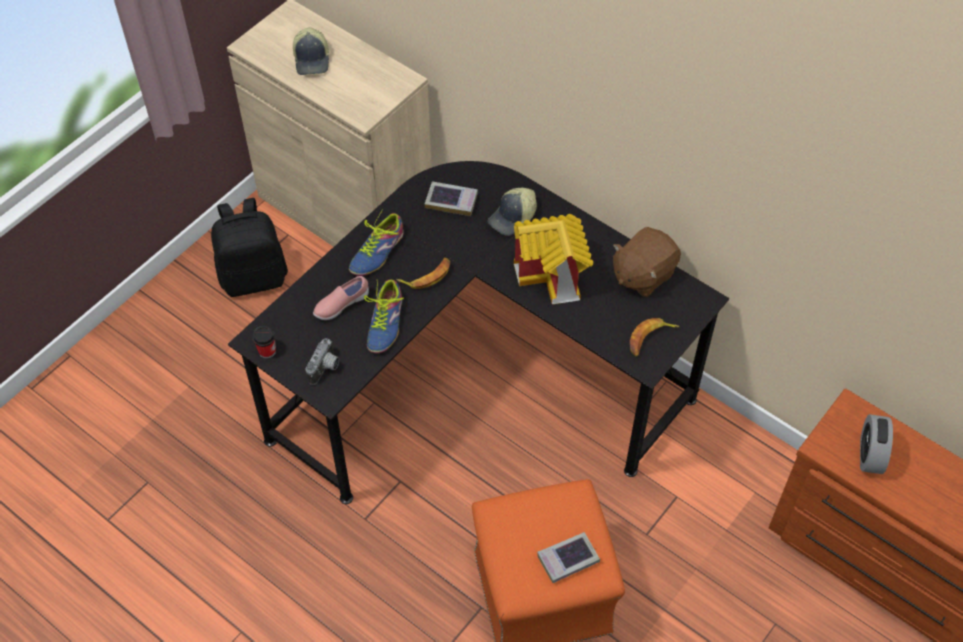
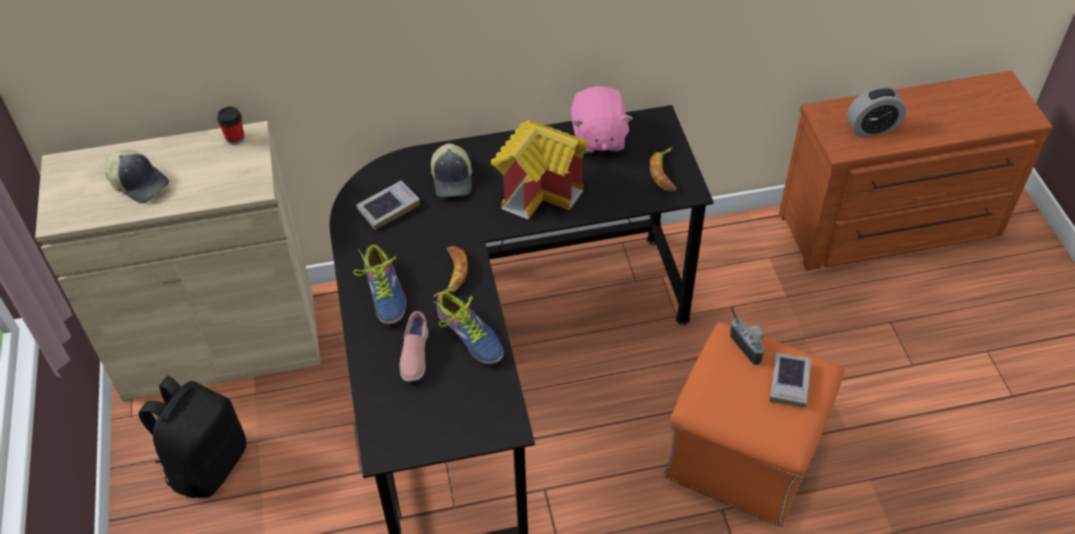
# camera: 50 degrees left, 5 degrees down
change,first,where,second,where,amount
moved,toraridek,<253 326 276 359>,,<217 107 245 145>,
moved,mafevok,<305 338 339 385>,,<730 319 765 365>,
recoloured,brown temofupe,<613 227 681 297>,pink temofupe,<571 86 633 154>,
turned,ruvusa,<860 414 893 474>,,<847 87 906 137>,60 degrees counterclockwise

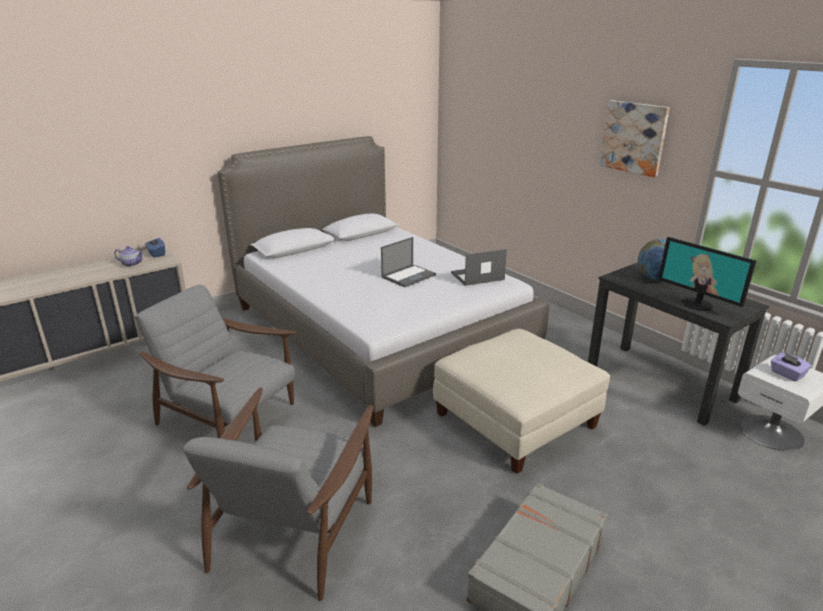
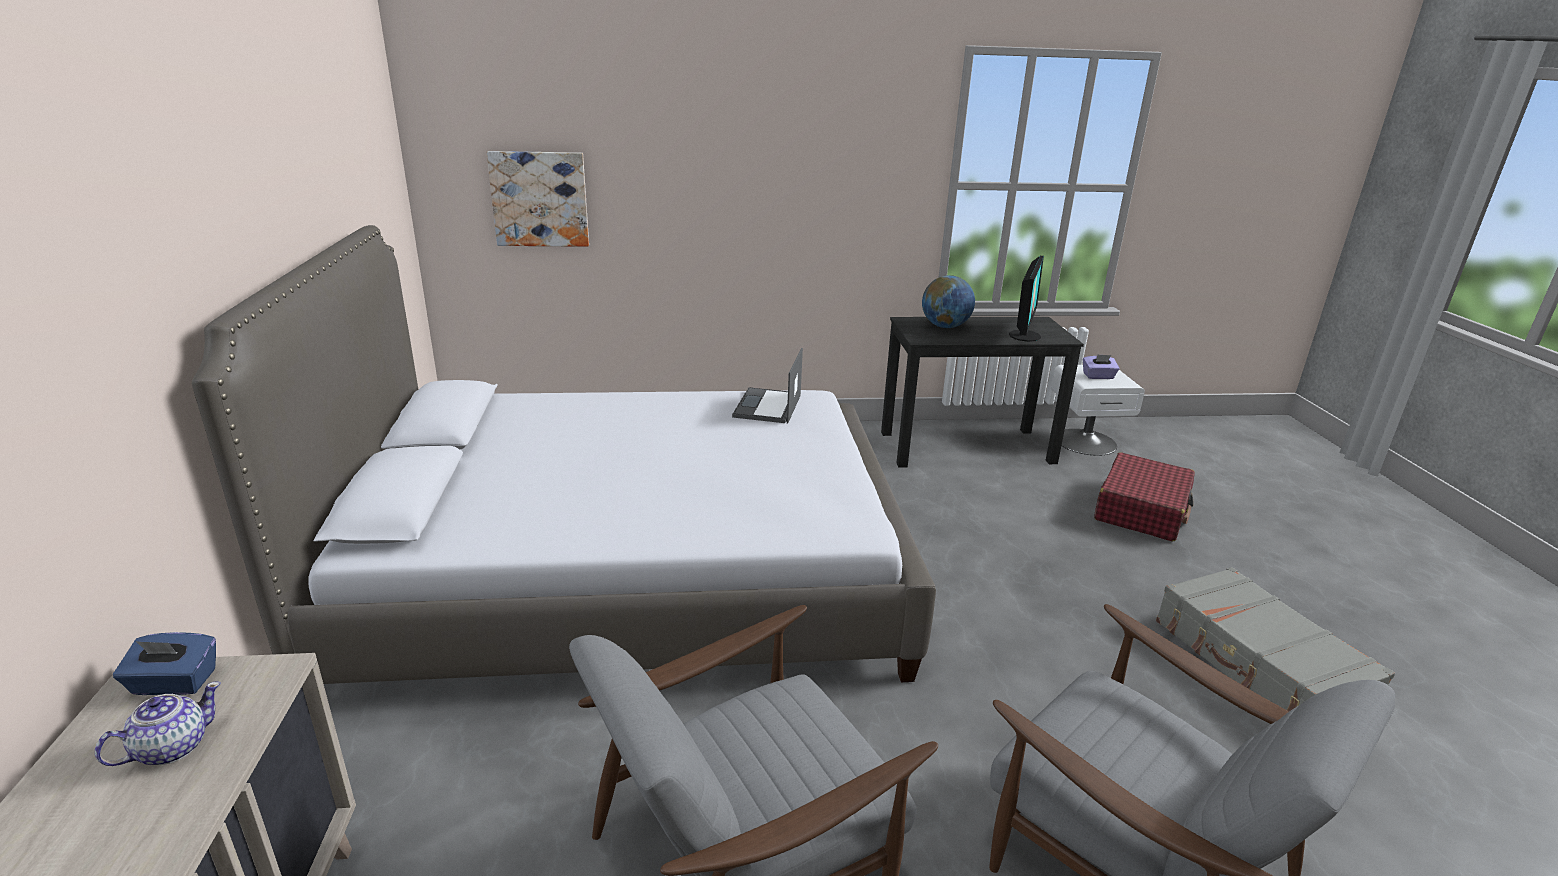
# camera: 60 degrees left, 0 degrees up
change,first,where,second,where,amount
removed,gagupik,<381 237 436 287>,,,
removed,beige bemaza,<433 329 610 474>,,,
added,,,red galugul,<1094 452 1195 541>,
moved,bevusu,<600 100 670 177>,,<487 151 589 247>,
turned,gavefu,<658 237 757 311>,,<1009 256 1044 342>,60 degrees counterclockwise

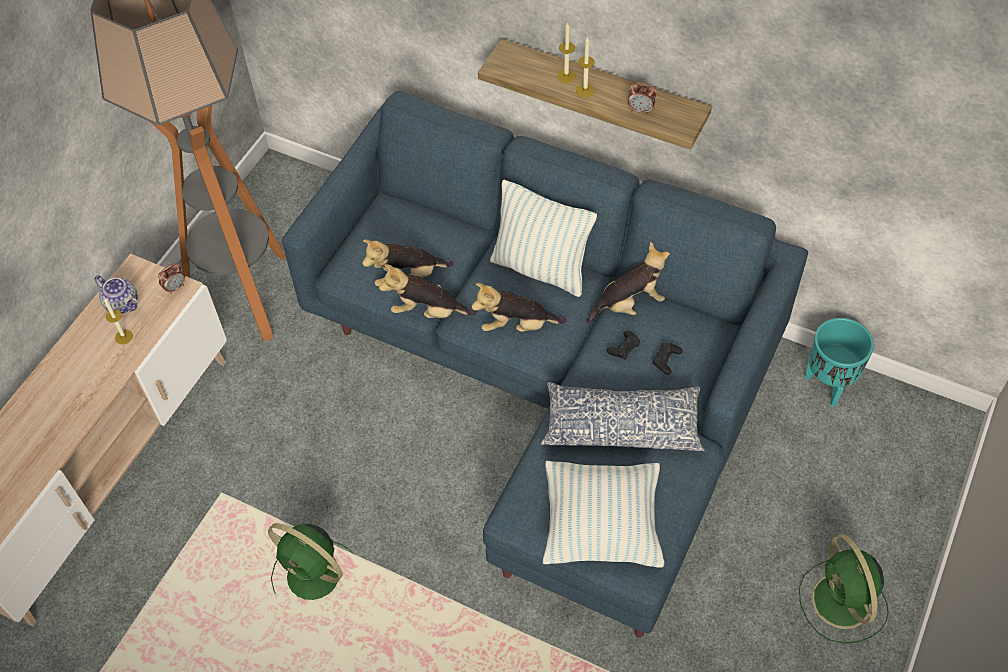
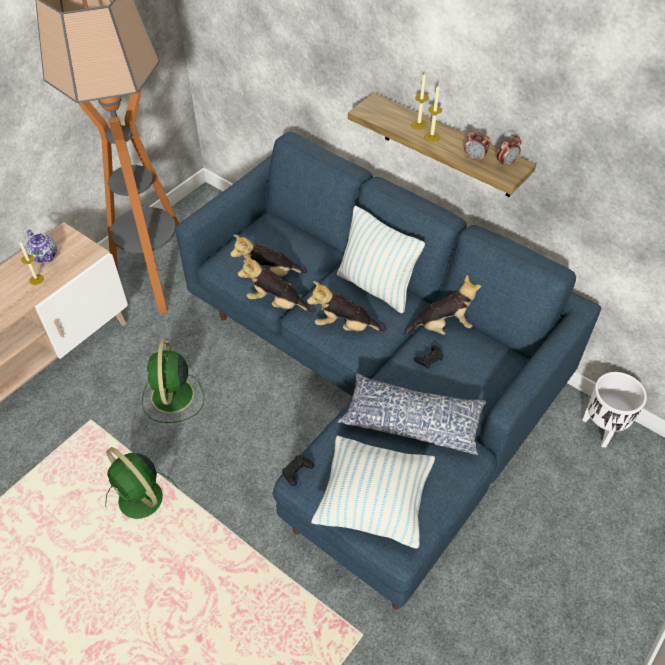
# camera: 10 degrees right, 5 degrees down
change,first,where,second,where,amount
moved,ruvusa,<158 263 185 294>,,<497 136 521 168>,
moved,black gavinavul,<652 342 683 375>,,<282 455 314 486>,
moved,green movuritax,<799 534 889 644>,,<142 339 204 423>,
recoloured,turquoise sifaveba,<805 318 874 406>,white sifaveba,<582 372 647 448>,

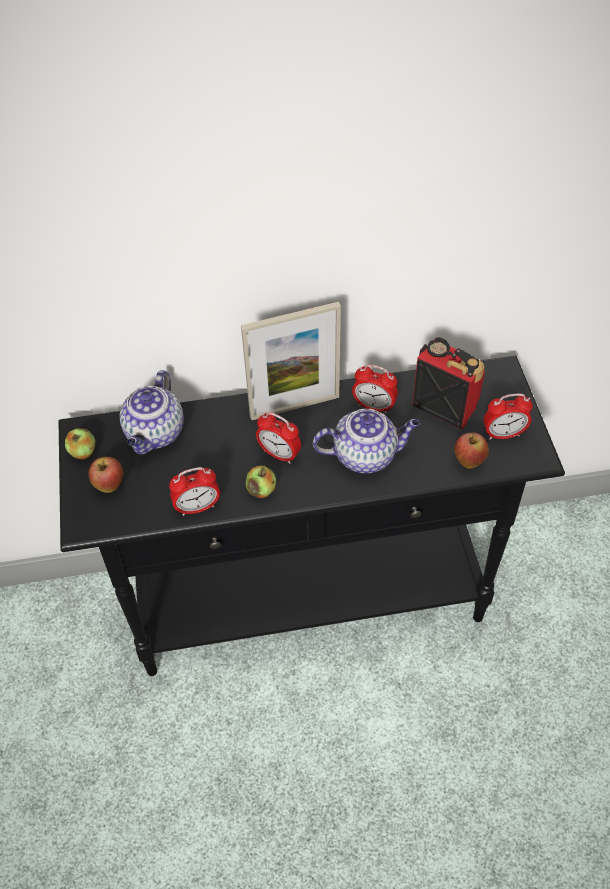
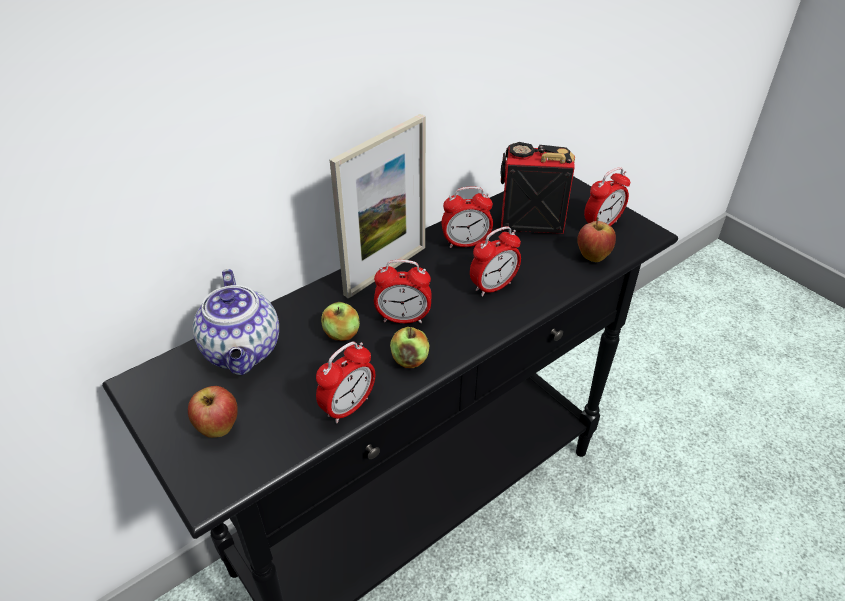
# camera: 30 degrees left, 10 degrees down
change,first,where,second,where,amount
moved,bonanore,<65 428 96 460>,,<321 302 360 341>,
replaced,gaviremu,<313 409 420 474>,ruvusa,<470 226 521 297>,

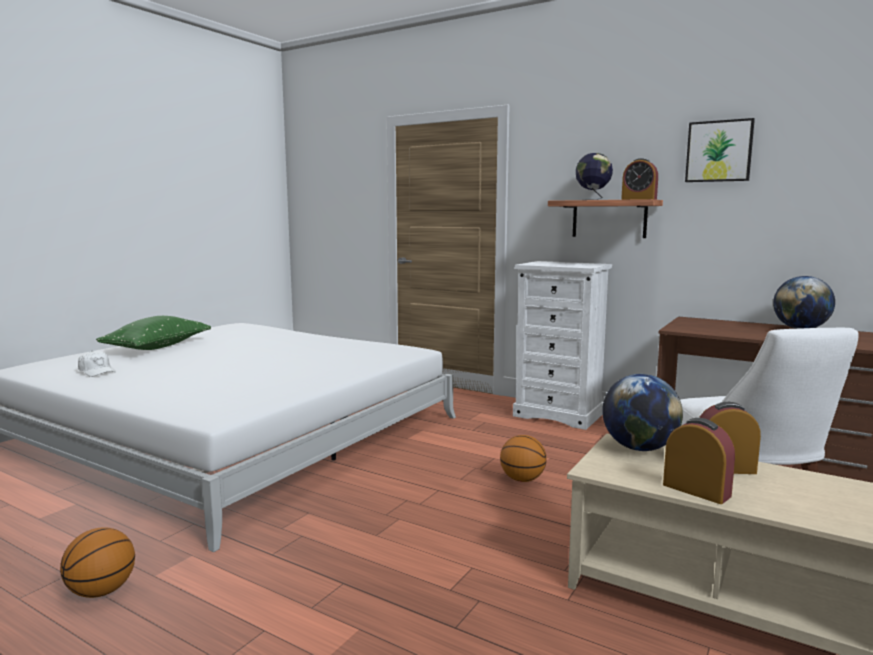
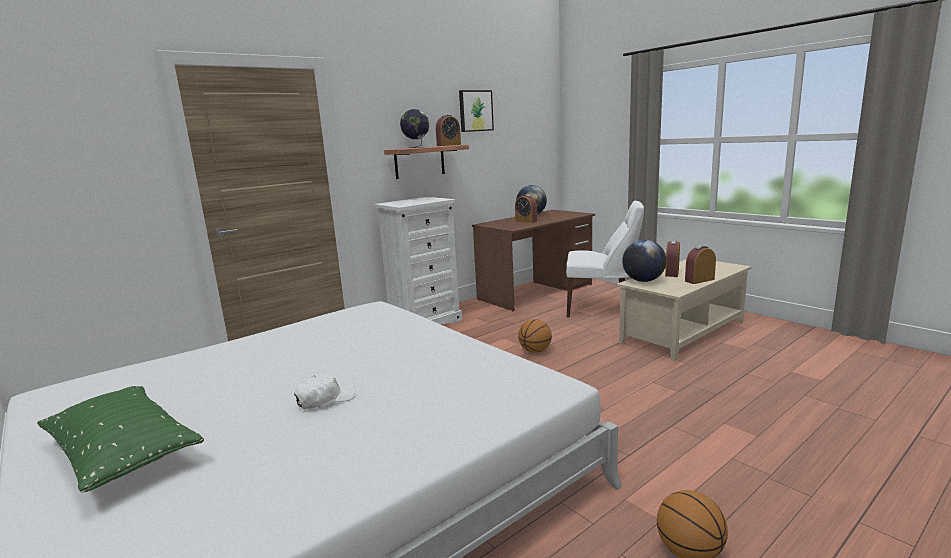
# camera: 70 degrees left, 5 degrees up
change,first,where,second,where,amount
added,,,ruvusa,<515 194 537 223>,
moved,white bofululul,<78 350 116 377>,,<294 373 355 409>,

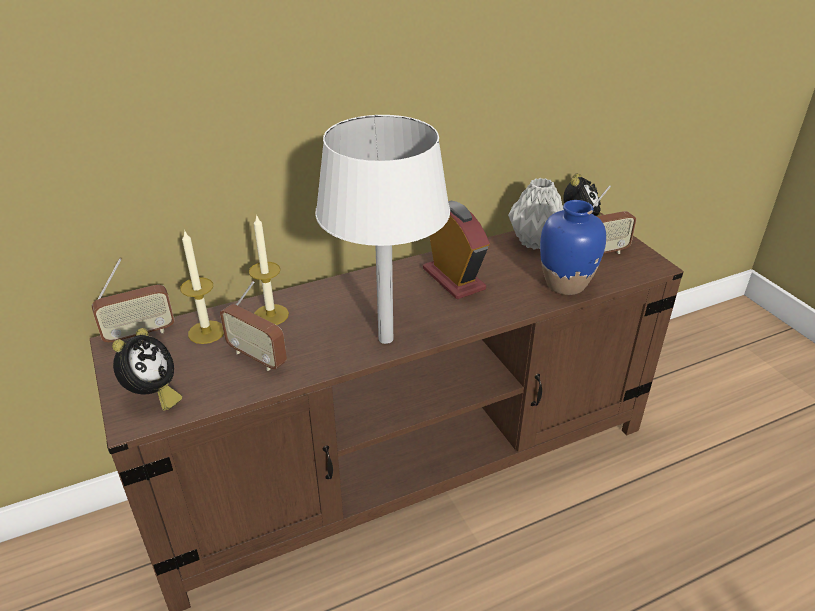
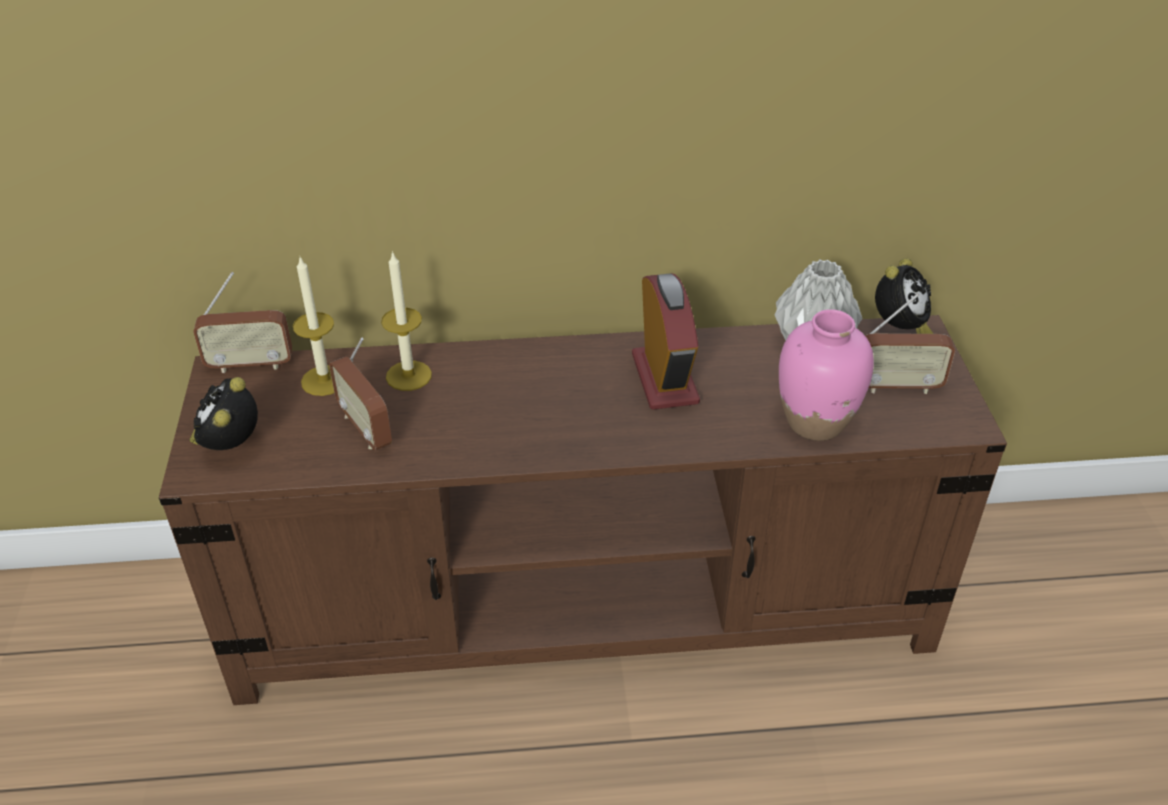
# camera: 20 degrees right, 5 degrees up
change,first,where,second,where,amount
removed,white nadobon,<315 115 450 344>,,,
recoloured,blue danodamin,<540 200 606 295>,pink danodamin,<779 309 874 441>,
turned,ruvusa,<112 328 183 411>,,<189 377 258 450>,150 degrees clockwise

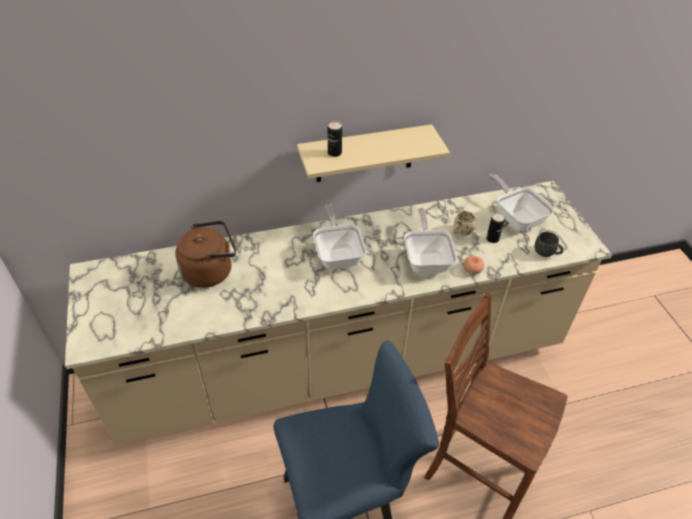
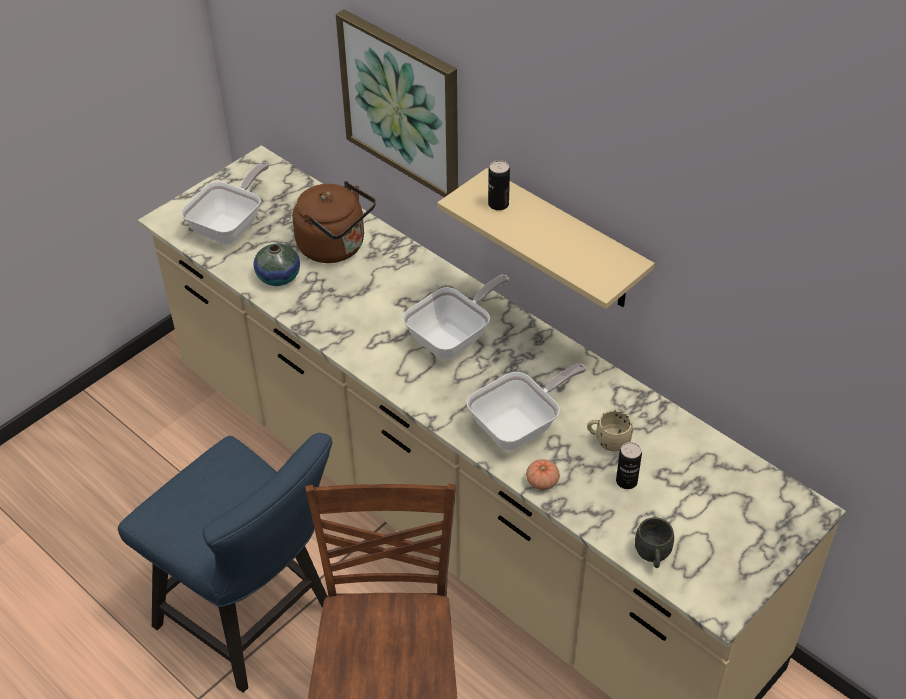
# camera: 60 degrees right, 0 degrees up
change,first,where,second,where,amount
added,,,danodamin,<254 243 300 286>,
added,,,bevusu,<336 9 458 197>,
moved,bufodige,<489 174 554 231>,,<181 162 269 245>,

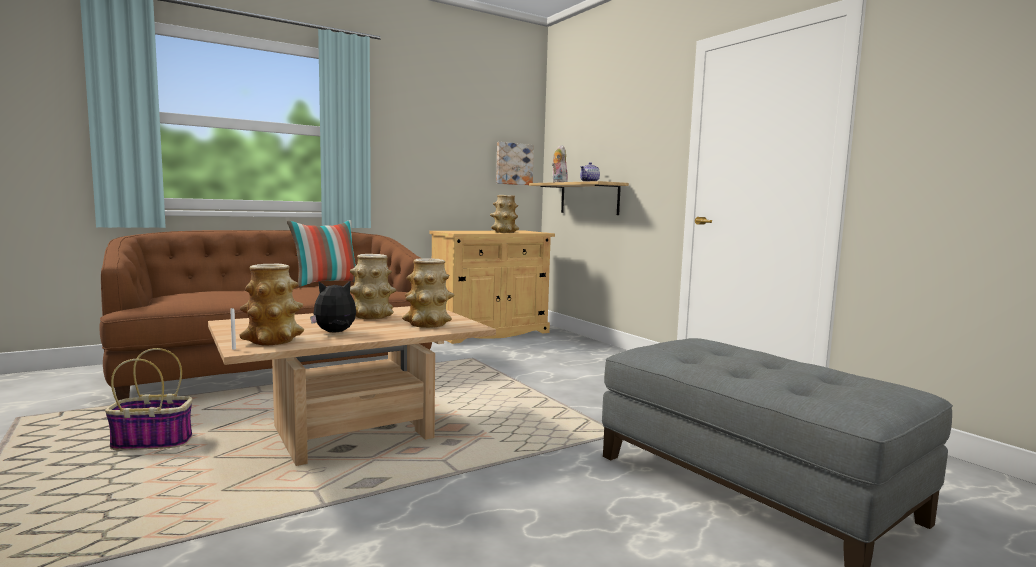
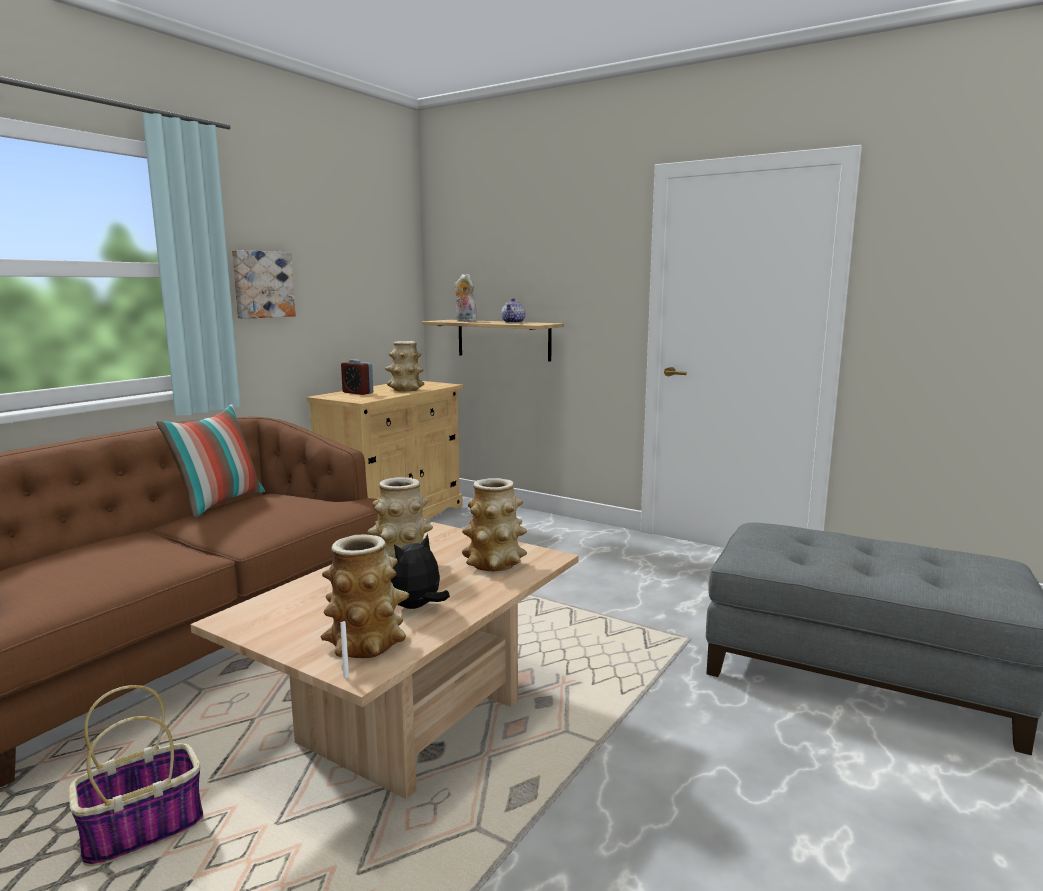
# camera: 25 degrees left, 5 degrees up
change,first,where,second,where,amount
added,,,ruvusa,<341 359 373 395>,
moved,bevusu,<496 142 534 185>,,<232 250 296 319>,

